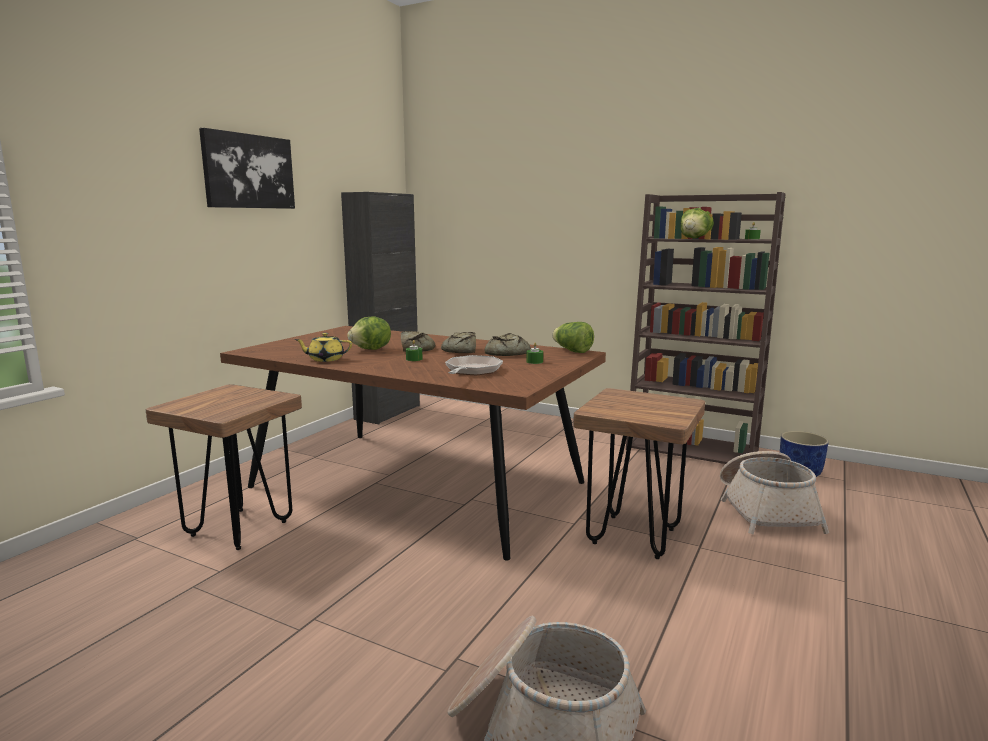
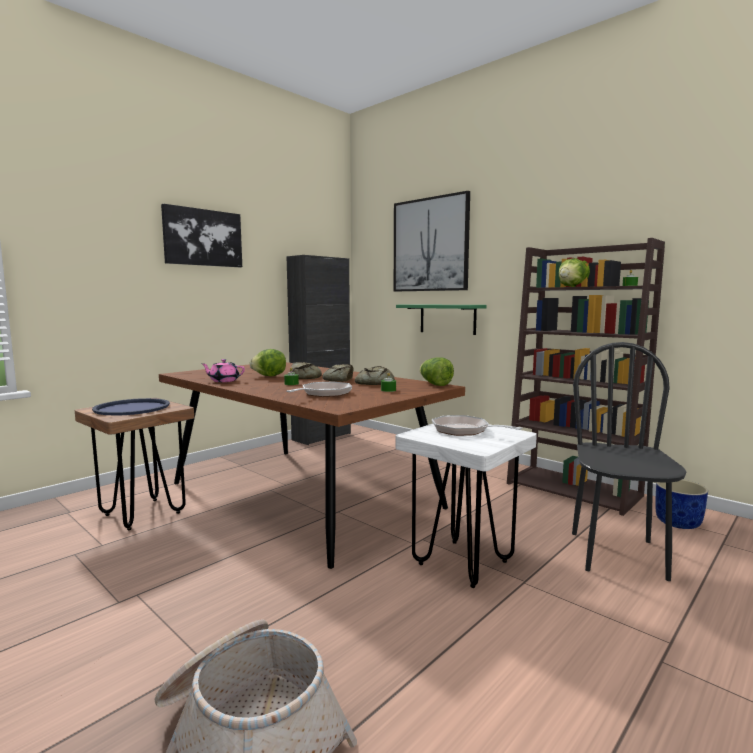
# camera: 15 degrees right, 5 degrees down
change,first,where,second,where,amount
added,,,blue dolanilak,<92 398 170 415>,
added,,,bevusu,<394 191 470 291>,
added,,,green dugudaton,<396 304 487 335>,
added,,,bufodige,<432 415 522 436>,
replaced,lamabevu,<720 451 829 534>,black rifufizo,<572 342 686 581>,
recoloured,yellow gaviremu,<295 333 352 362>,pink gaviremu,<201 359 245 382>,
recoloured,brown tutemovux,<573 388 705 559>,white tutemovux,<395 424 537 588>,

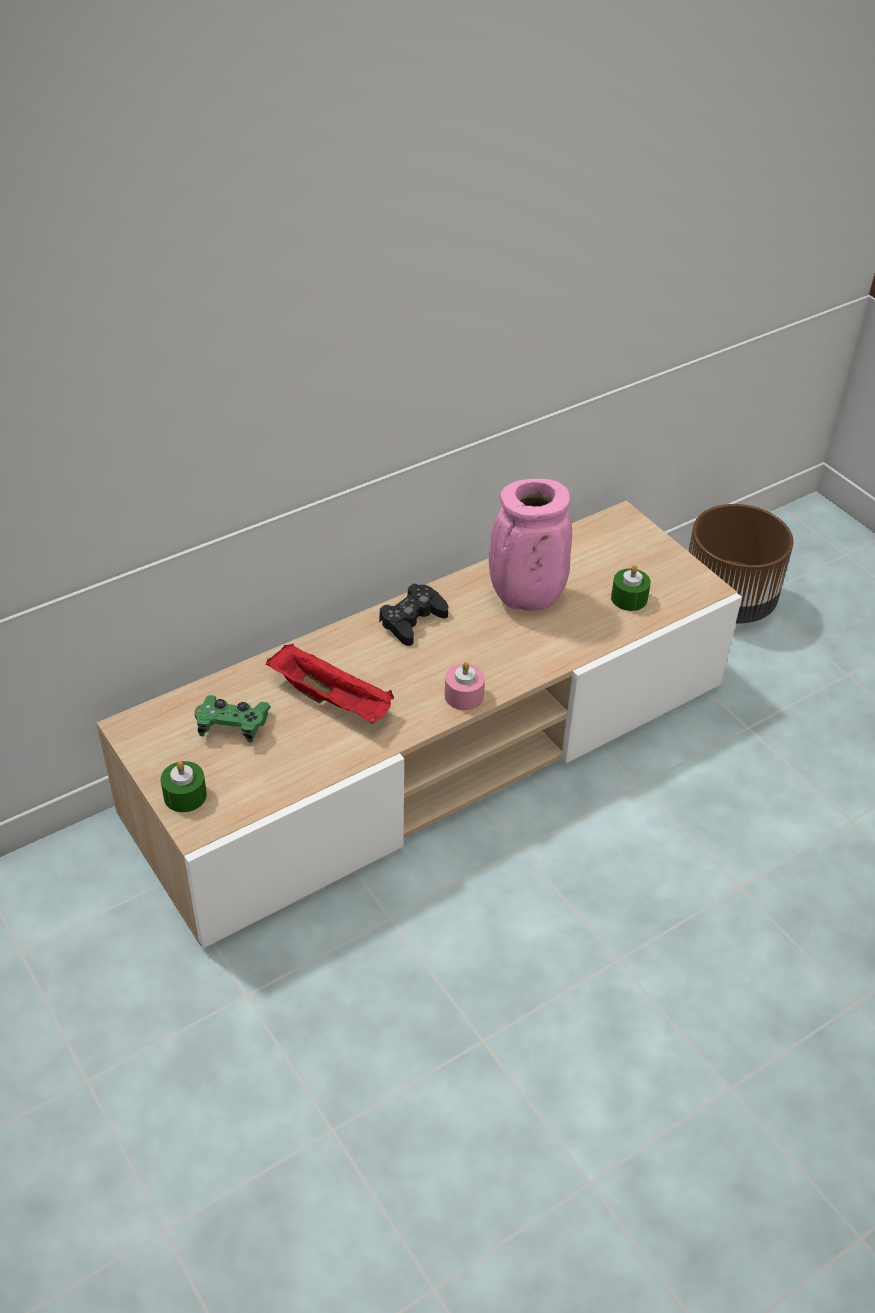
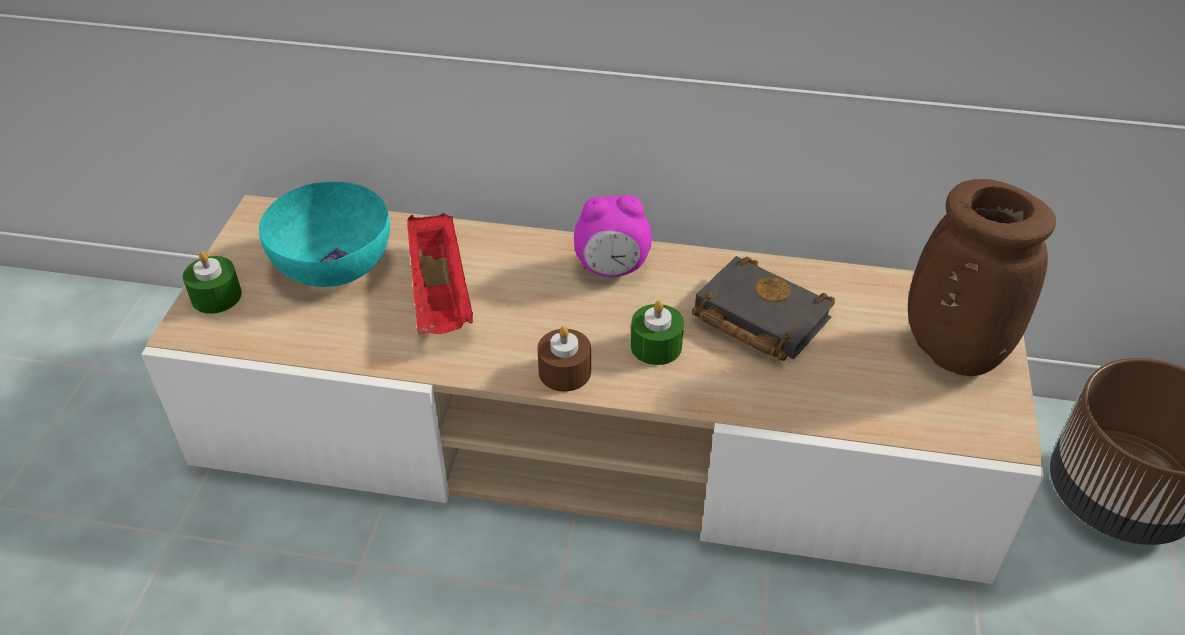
# camera: 45 degrees right, 0 degrees up
change,first,where,second,where,amount
added,,,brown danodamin,<908 179 1056 376>,
moved,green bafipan,<611 565 651 611>,,<631 301 684 365>,
replaced,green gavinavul,<194 695 271 743>,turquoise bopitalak,<259 182 390 287>,
replaced,black gavinavul,<379 584 448 646>,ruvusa,<574 195 652 277>,
replaced,pink danodamin,<489 479 572 611>,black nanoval,<692 256 835 361>,
recoloured,pink bafipan,<445 662 485 710>,brown bafipan,<537 326 591 392>,

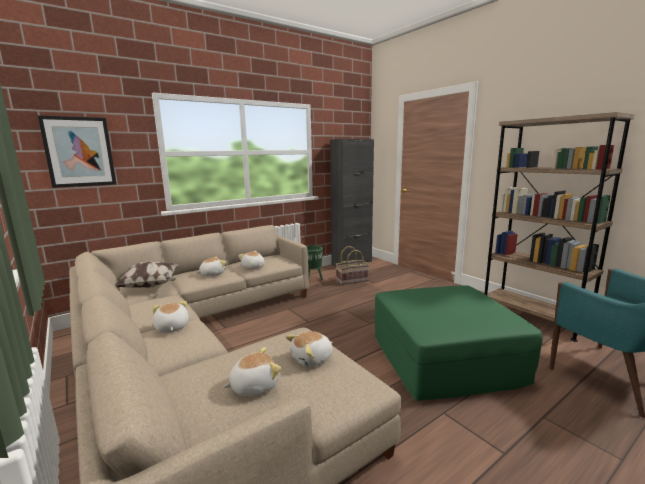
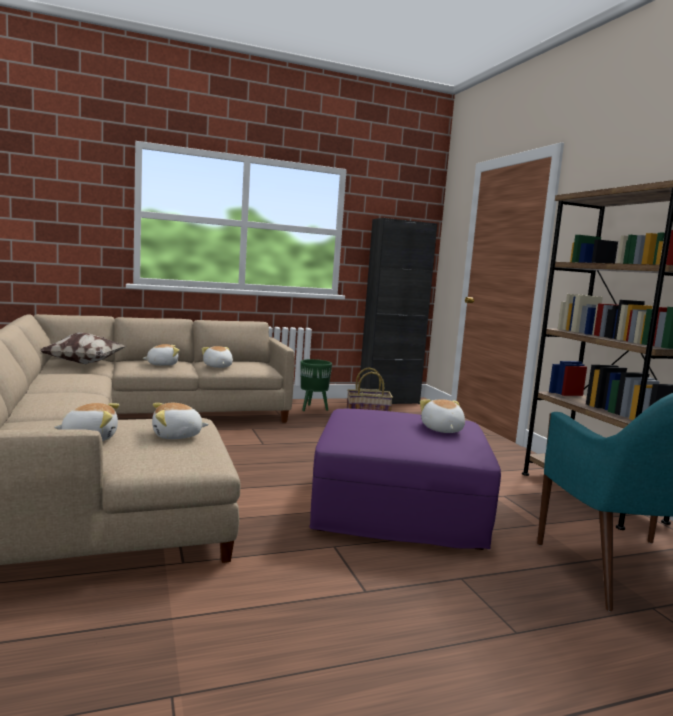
# camera: 15 degrees right, 5 degrees down
change,first,where,second,where,amount
removed,bevusu,<38 115 116 188>,,,
moved,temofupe,<152 301 189 333>,,<420 399 465 433>,
recoloured,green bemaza,<375 285 543 401>,purple bemaza,<309 409 501 550>,

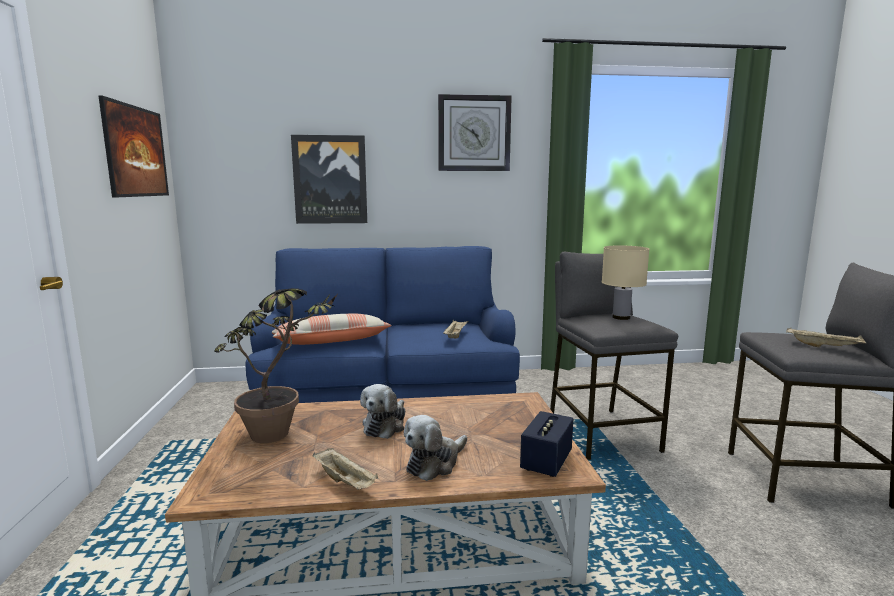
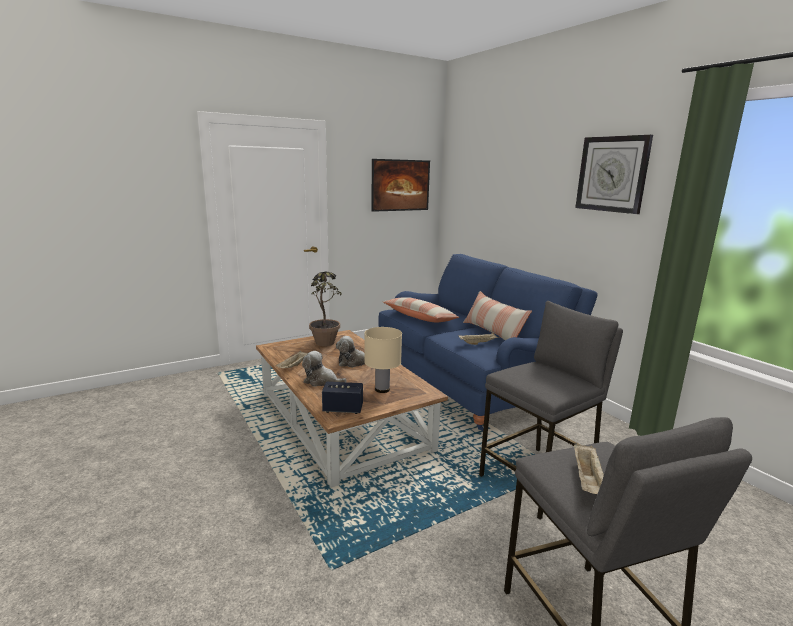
# camera: 65 degrees right, 5 degrees up
change,first,where,second,where,amount
removed,bevusu,<291 135 367 224>,,,
added,,,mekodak,<463 291 532 340>,
moved,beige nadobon,<602 246 649 320>,,<364 327 402 393>,

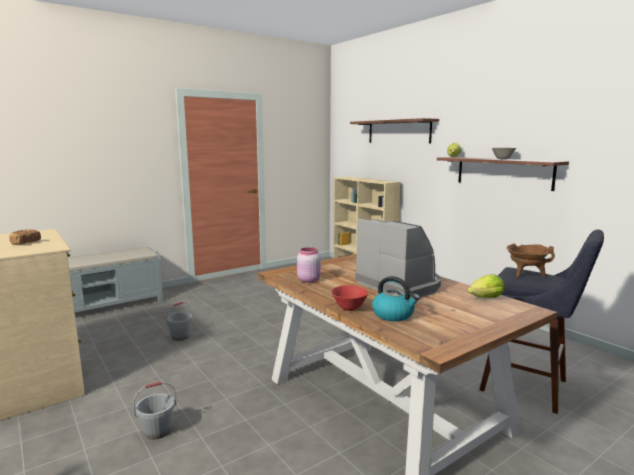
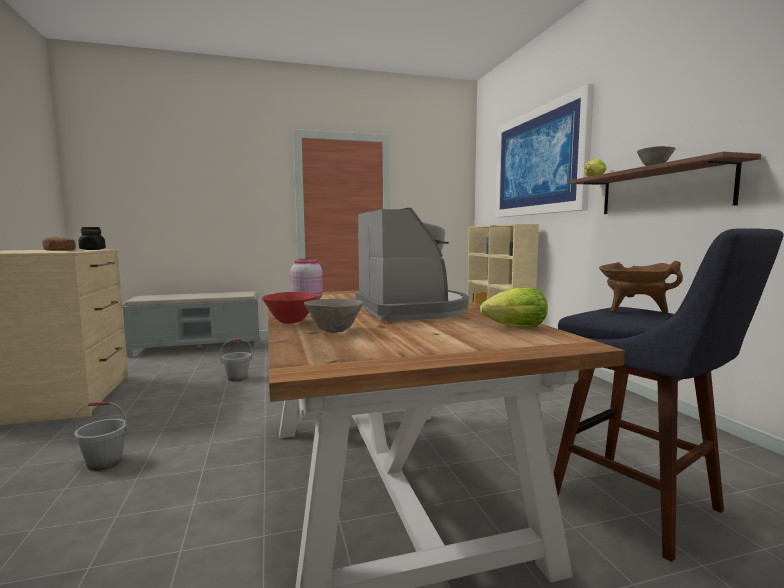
# camera: 20 degrees right, 5 degrees down
change,first,where,second,where,amount
added,,,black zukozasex,<79 227 106 250>,
replaced,dugudaton,<350 118 439 143>,bevusu,<495 84 594 217>,
replaced,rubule,<372 276 420 321>,grey bopitalak,<304 299 364 333>,

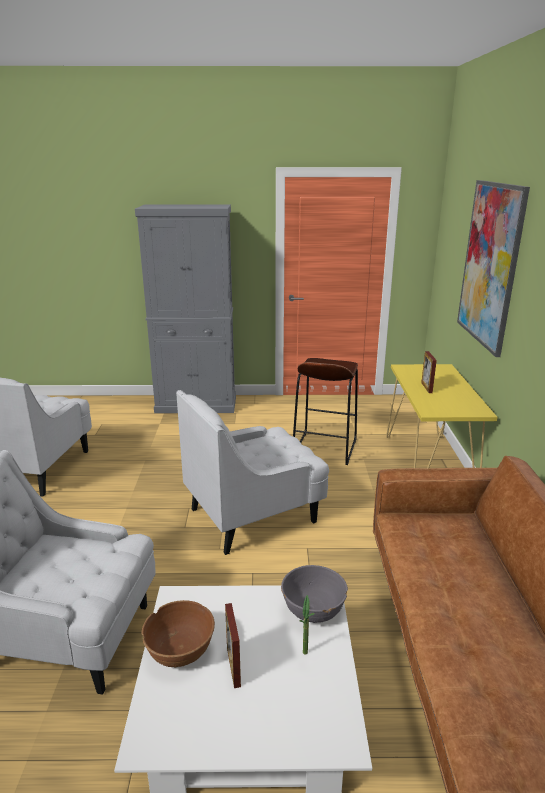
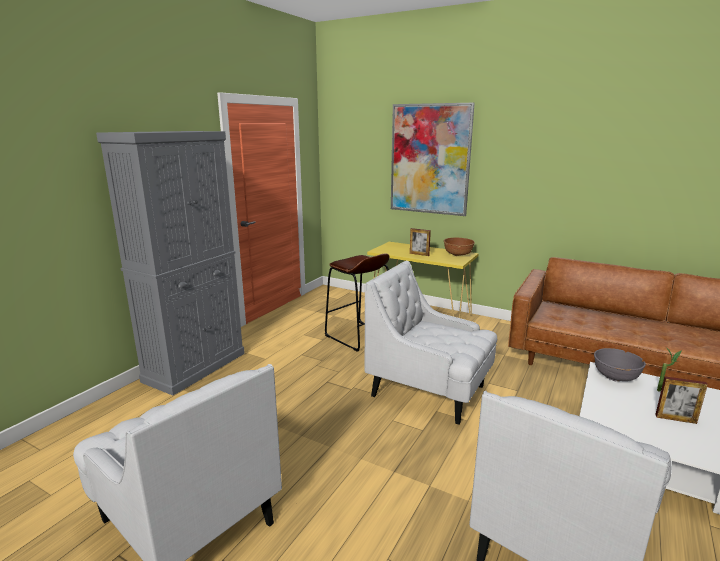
# camera: 60 degrees left, 5 degrees down
change,first,where,second,where,amount
moved,brown bopitalak,<141 600 215 668>,,<444 238 475 256>,
turned,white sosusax,<176 390 329 555>,,<365 261 497 425>,120 degrees clockwise

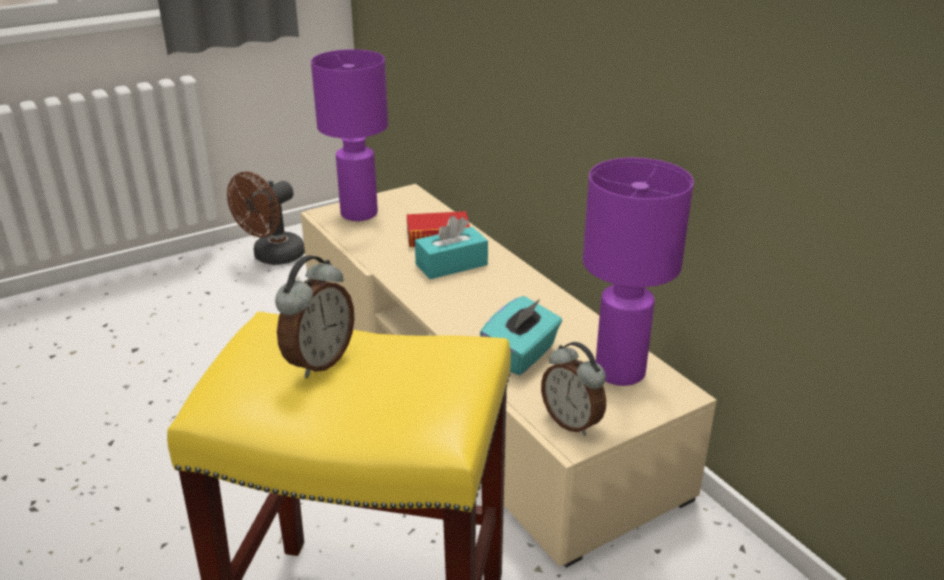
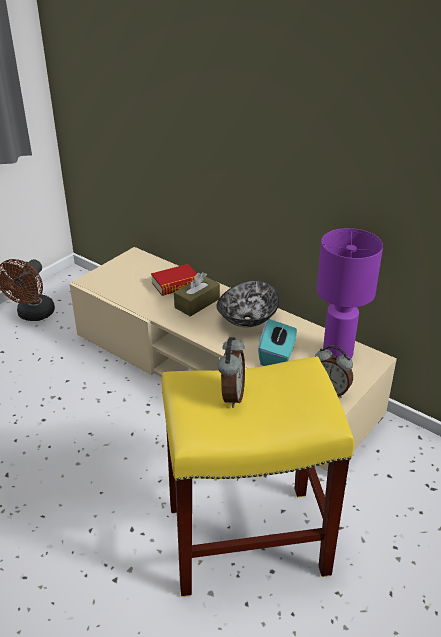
# camera: 20 degrees left, 5 degrees up
change,first,where,second,where,amount
removed,purple nadobon,<311 49 388 221>,,,
added,,,bopitalak,<216 281 279 328>,
recoloured,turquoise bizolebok,<415 216 488 279>,brown bizolebok,<174 272 220 317>,

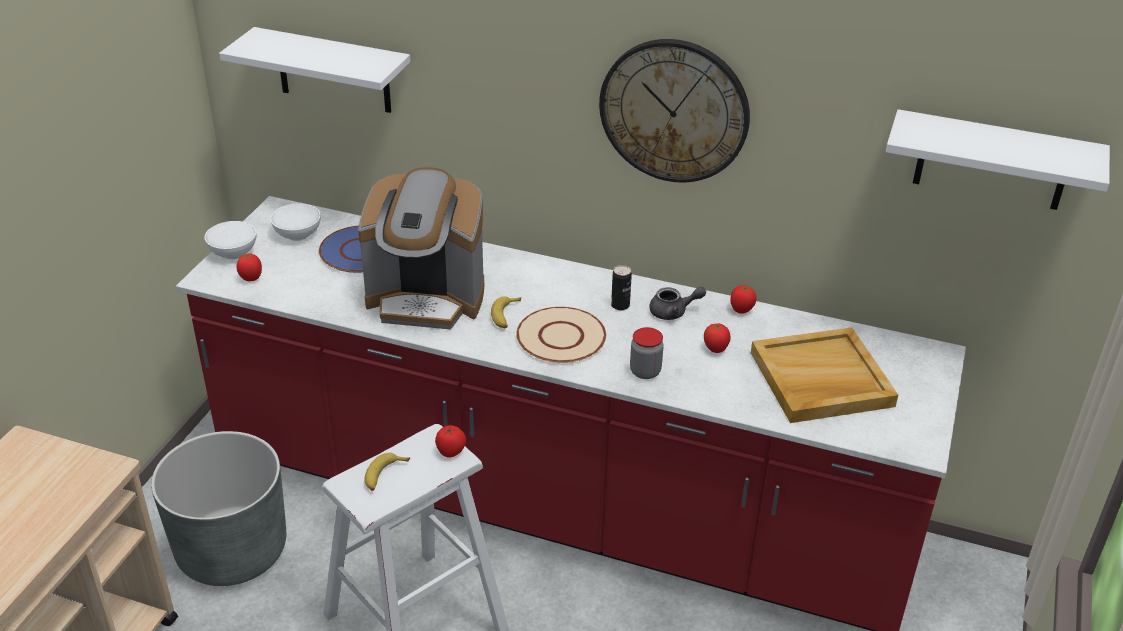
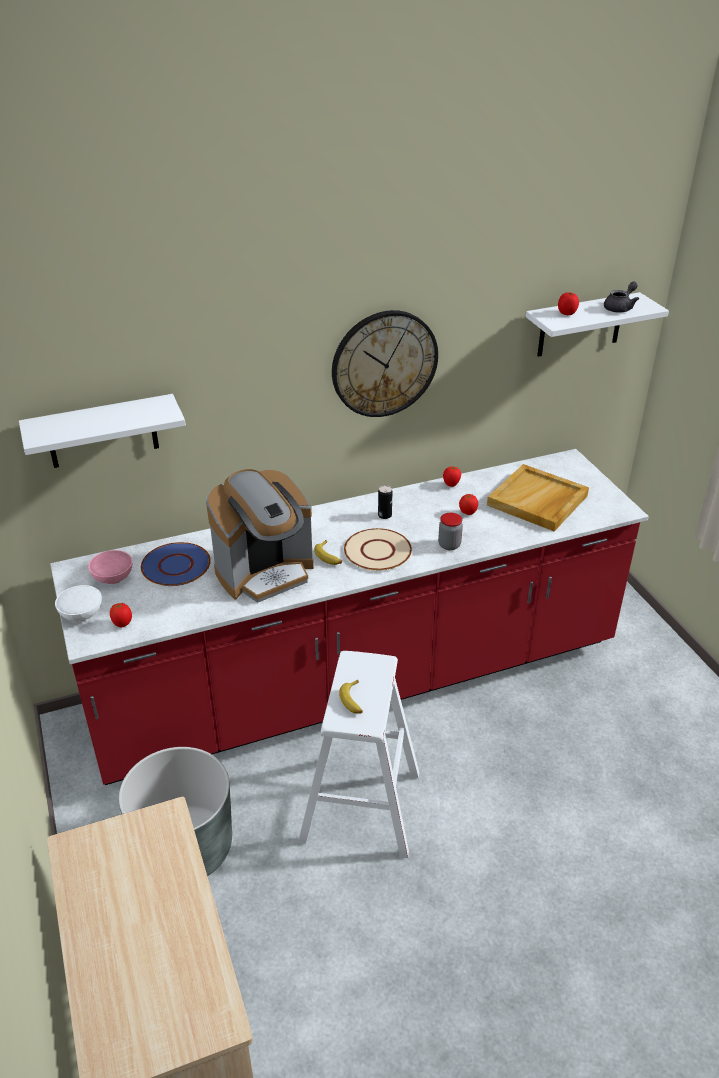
# camera: 40 degrees left, 0 degrees up
change,first,where,second,where,amount
moved,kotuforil,<435 425 466 458>,,<558 292 579 315>,
moved,grey gaviremu,<649 287 706 320>,,<604 282 639 313>,
recoloured,white bopitalak,<270 203 321 241>,pink bopitalak,<88 550 133 584>,

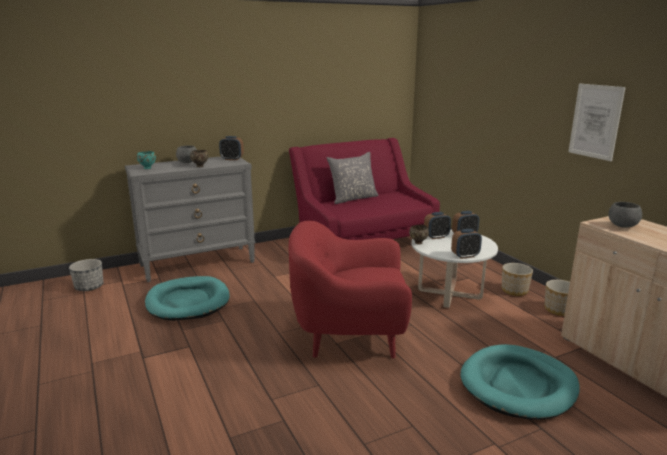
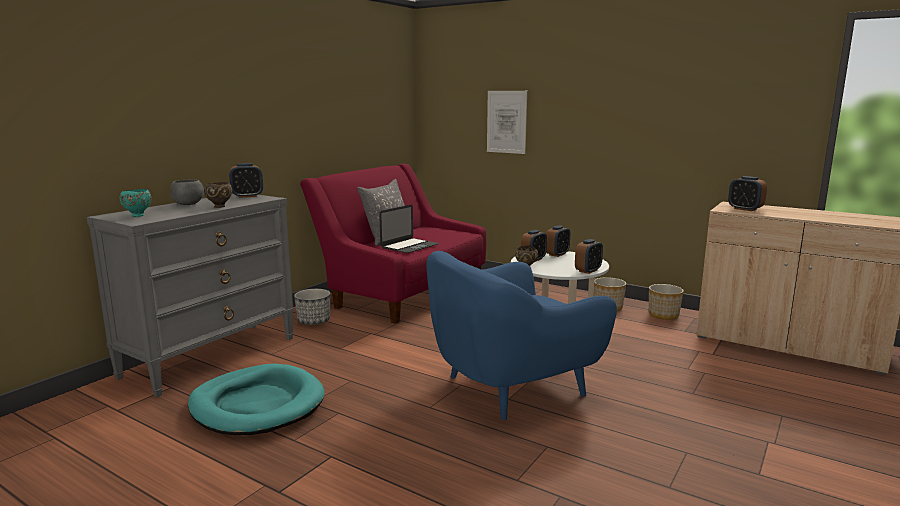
# camera: 30 degrees left, 5 degrees down
change,first,where,second,where,amount
removed,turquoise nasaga,<461 344 580 420>,,,
added,,,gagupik,<379 205 439 253>,
moved,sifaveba,<69 259 104 291>,,<294 289 330 325>,
moved,bevusu,<568 84 626 161>,,<487 91 527 154>,
replaced,grey bopitalak,<608 202 642 228>,ruvusa,<728 176 767 211>,
recoloured,red sosusax,<289 221 412 359>,blue sosusax,<427 251 617 420>,

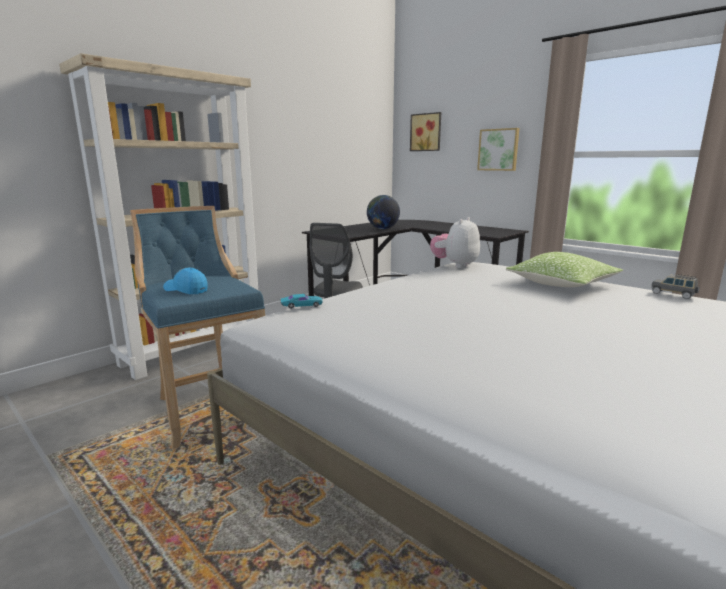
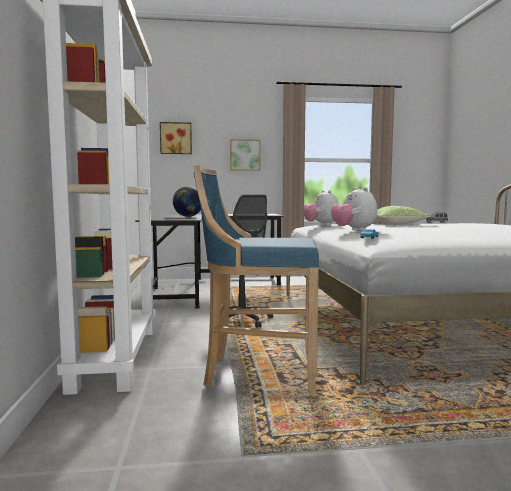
# camera: 50 degrees left, 10 degrees down
change,first,where,second,where,amount
removed,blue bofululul,<163 268 208 294>,,,
added,,,temofupe,<331 187 377 231>,

